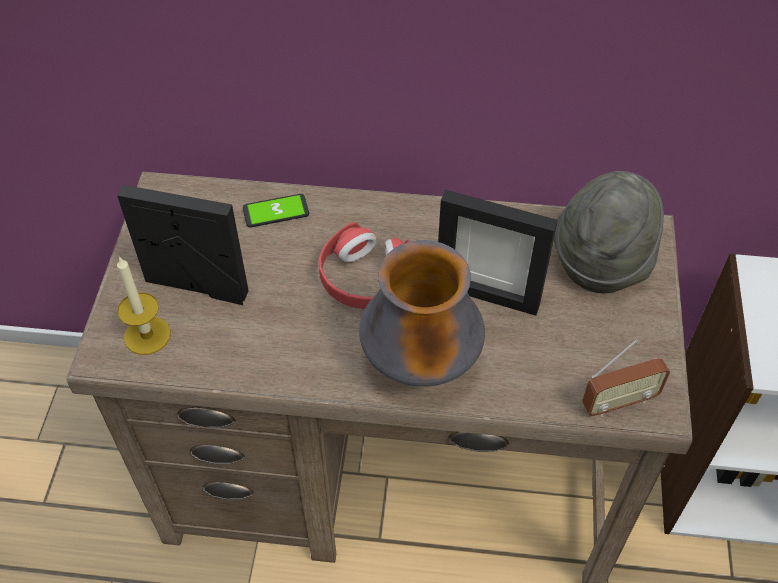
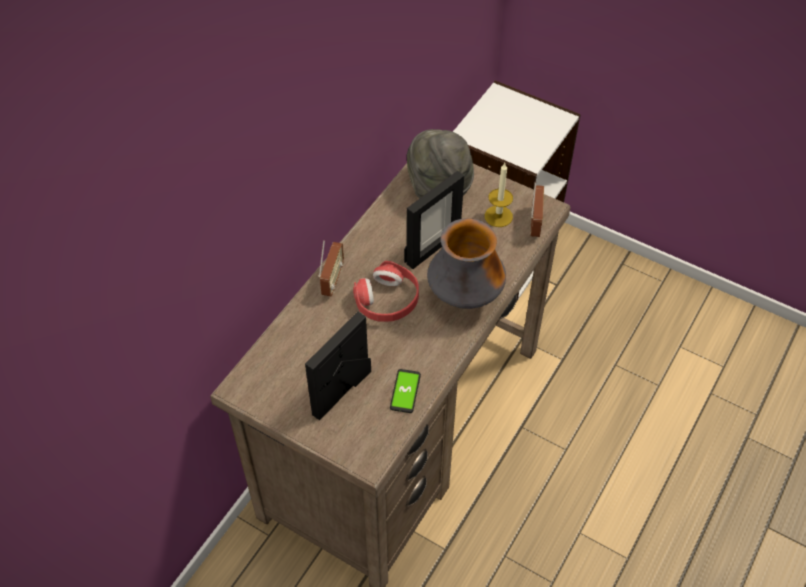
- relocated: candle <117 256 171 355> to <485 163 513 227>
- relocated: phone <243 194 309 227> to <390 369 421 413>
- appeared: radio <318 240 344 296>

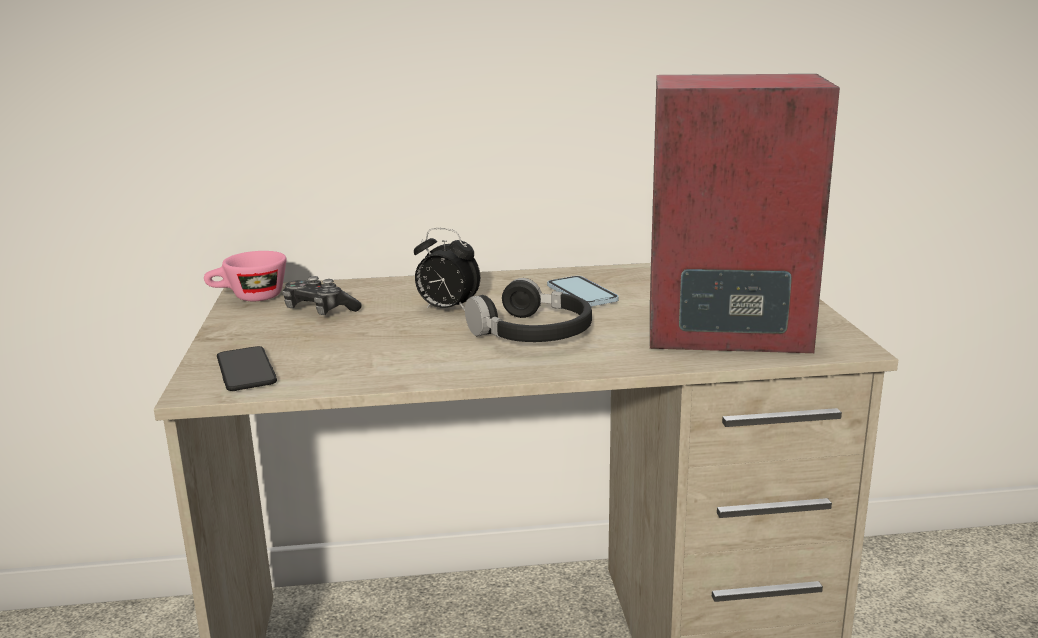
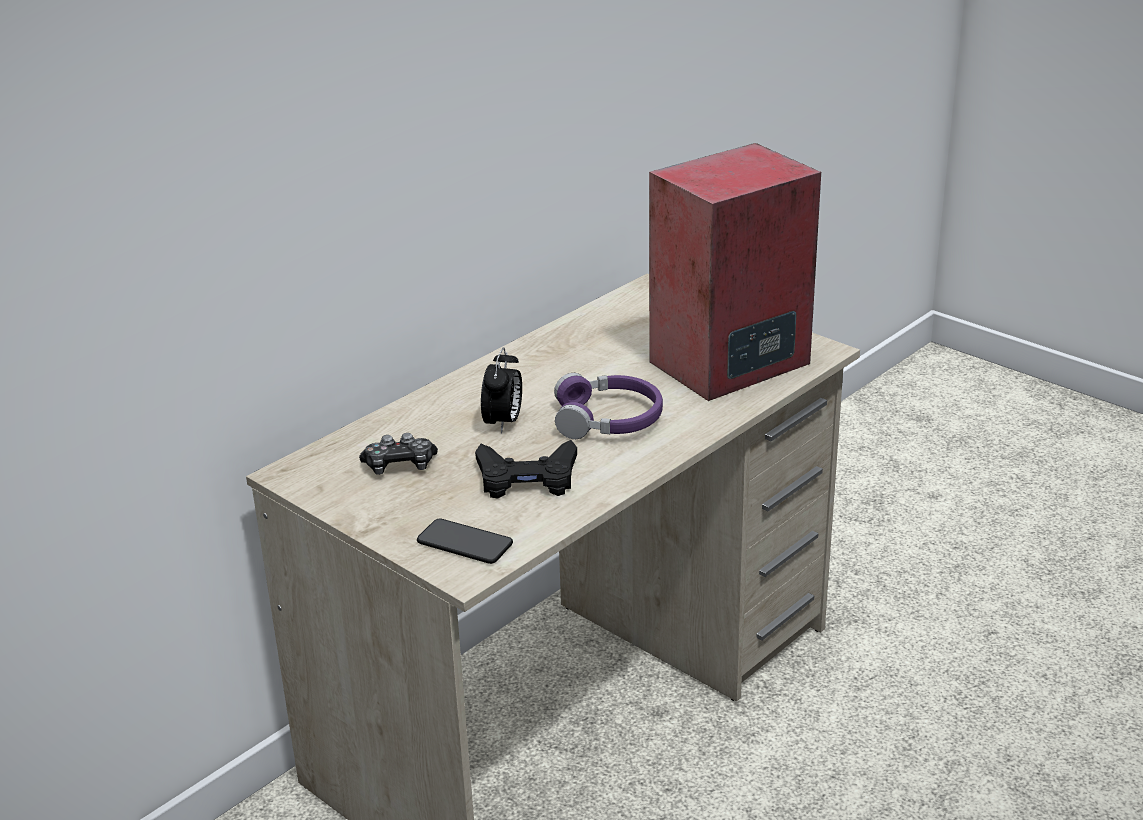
- missing: pink cup <204 251 286 301>
- spun: alarm clock <414 228 480 311> = <481 347 522 434> 60 degrees counterclockwise
- colour: black headphones <465 278 592 342> to purple headphones <554 373 663 439>
- missing: phone <547 276 619 307>
- appeared: black game controller <475 440 577 499>

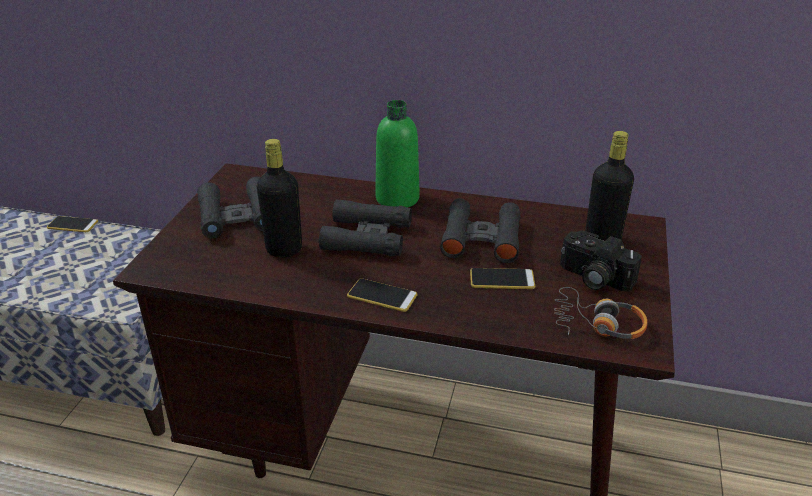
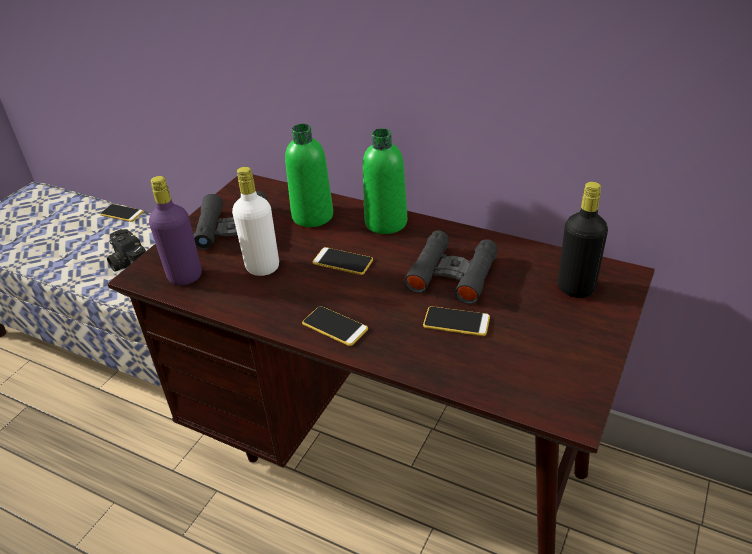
- colour: black bottle <257 139 302 257> to white bottle <232 167 279 276>
- exchanged: black binoculars <319 199 412 256> to phone <313 247 373 275>
- missing: headphones <554 287 647 339>
- relocated: photo camera <560 231 642 292> to <107 229 146 272>
- appeared: purple bottle <149 176 202 285>
- appeared: green bottle <285 124 333 227>

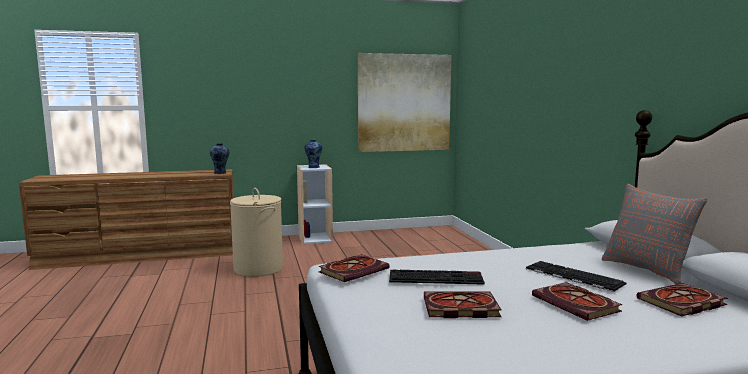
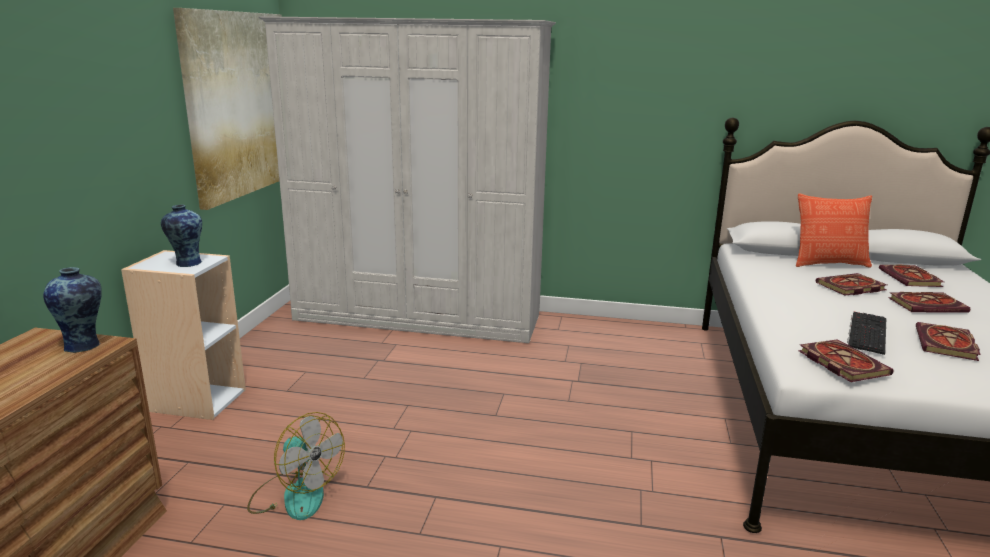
- exchanged: beige laundry basket <230 188 283 277> to fan <247 412 345 520>
- exchanged: keyboard <526 261 627 292> to book <816 273 887 296>
- colour: grey pillow <602 184 707 284> to orange pillow <796 193 872 268>
- appeared: white wardrobe <259 16 556 343>

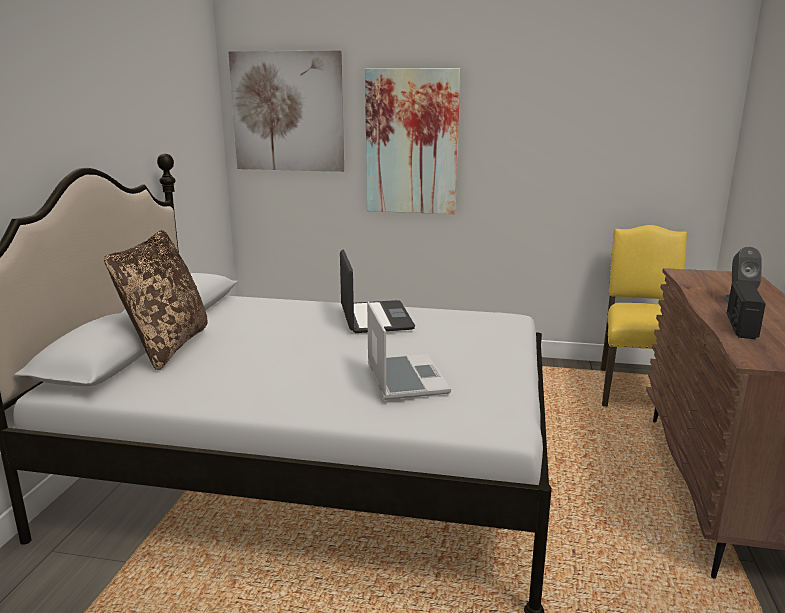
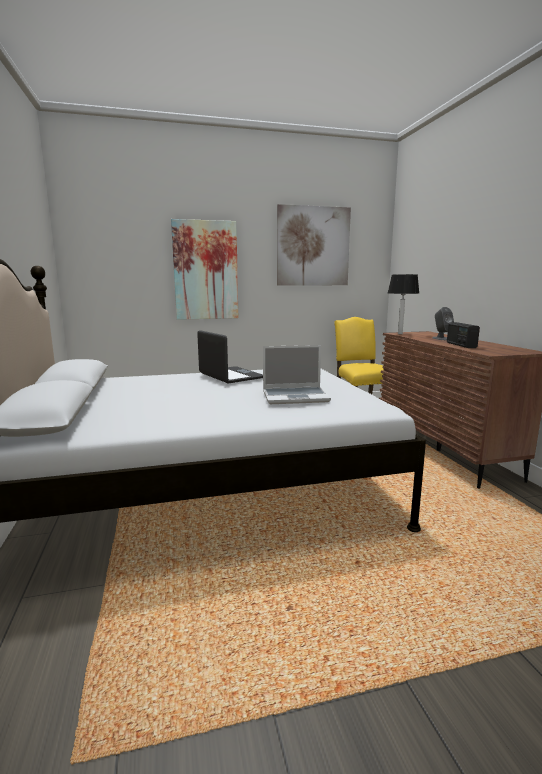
- missing: brown pillow <103 230 208 370>
- relocated: picture <228 50 344 172> to <277 204 351 286>
- spun: laptop <367 301 451 400> = <263 345 331 404> 120 degrees clockwise
- appeared: table lamp <388 274 419 334>

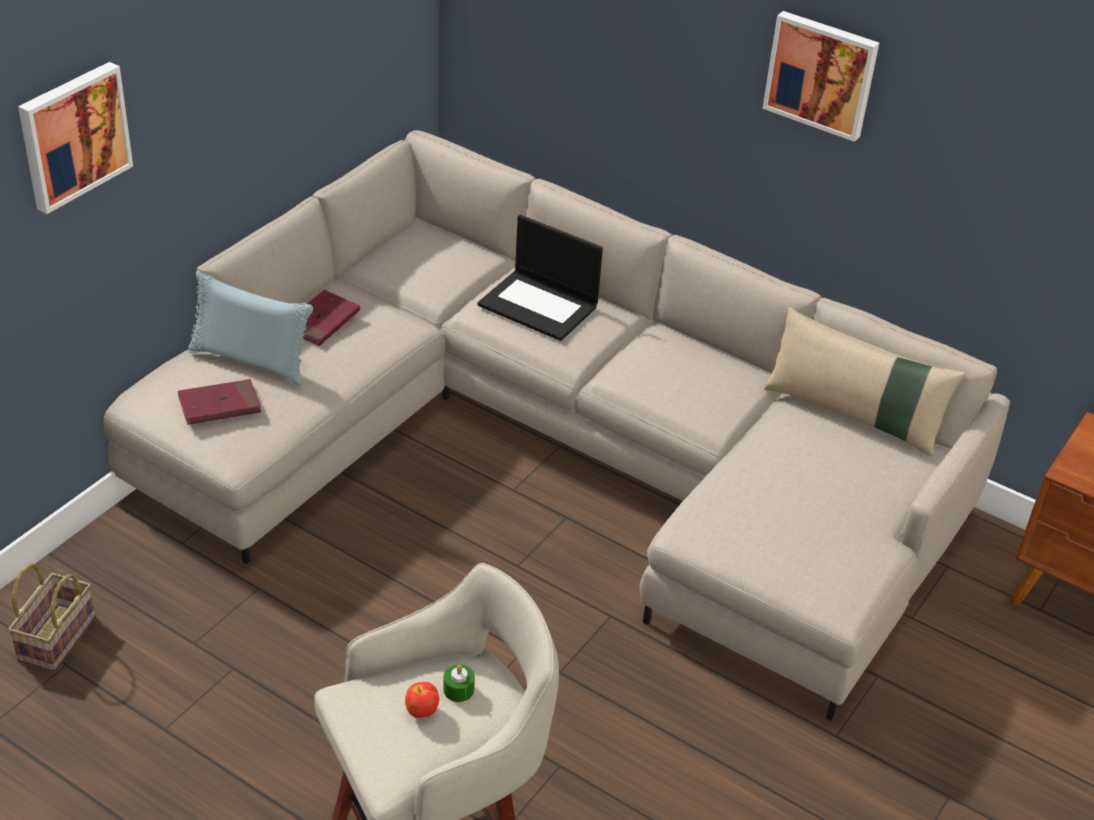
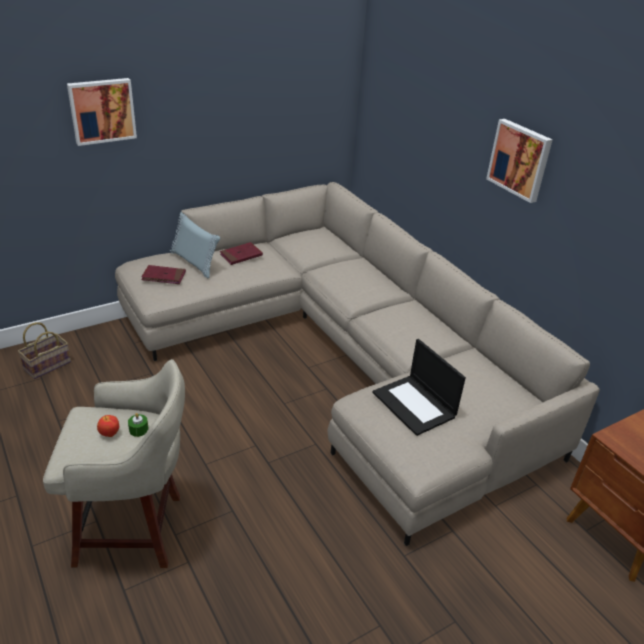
- relocated: laptop <477 215 603 341> to <372 339 466 436>
- missing: beige pillow <764 307 966 457>

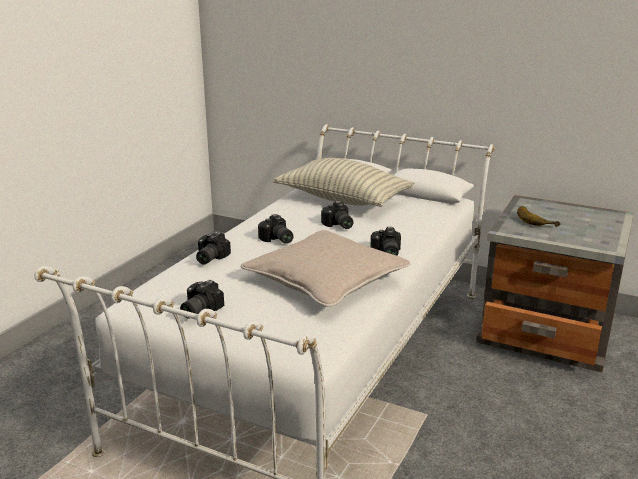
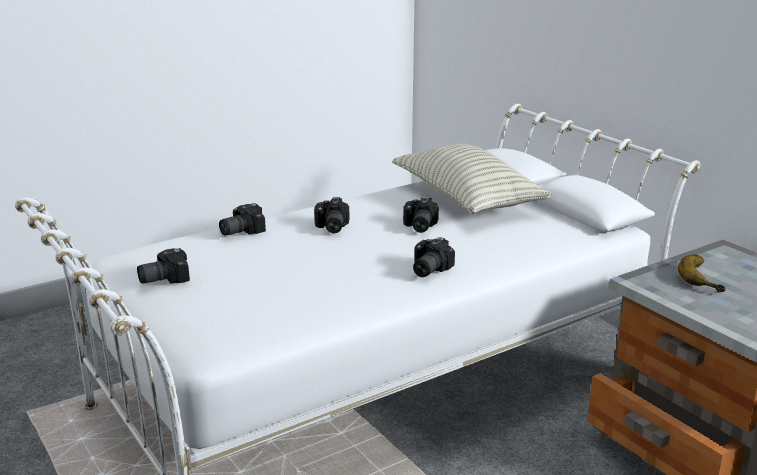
- missing: beige pillow <241 230 411 307>

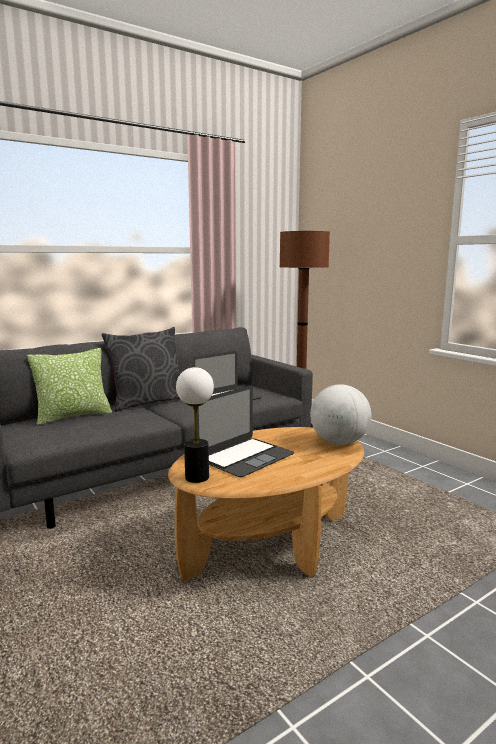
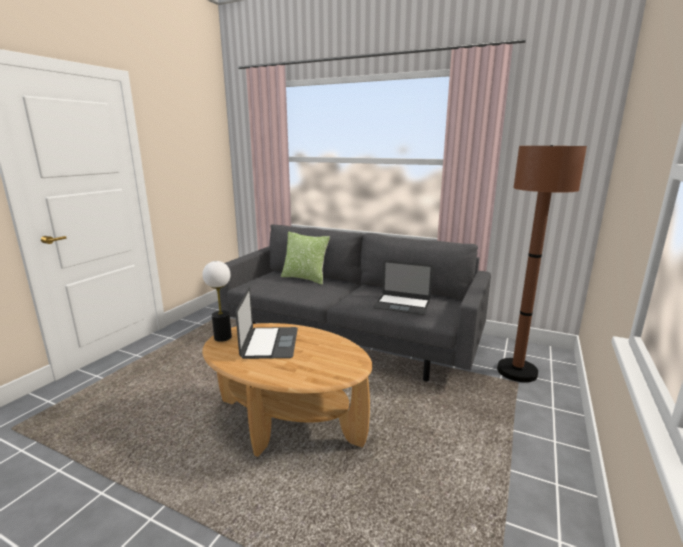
- missing: grey pillow <102 327 180 412>
- spun: laptop <197 385 294 477> = <236 287 298 359> 105 degrees counterclockwise
- missing: globe <310 384 371 445>

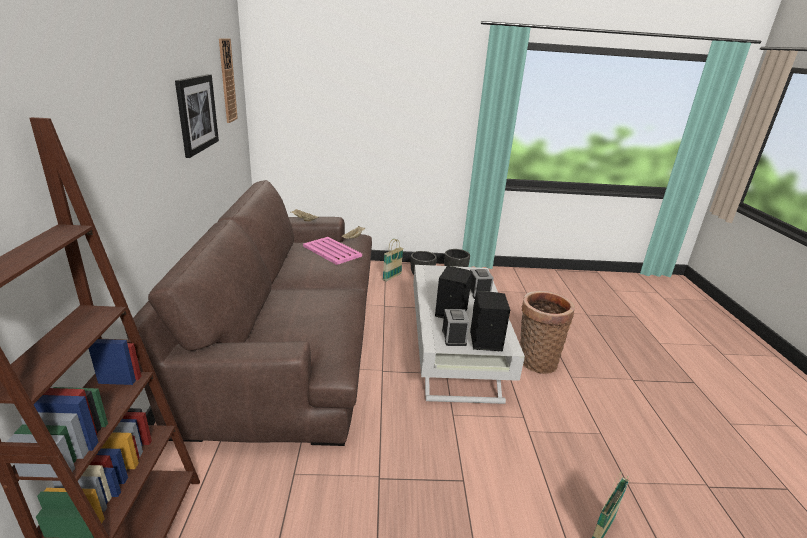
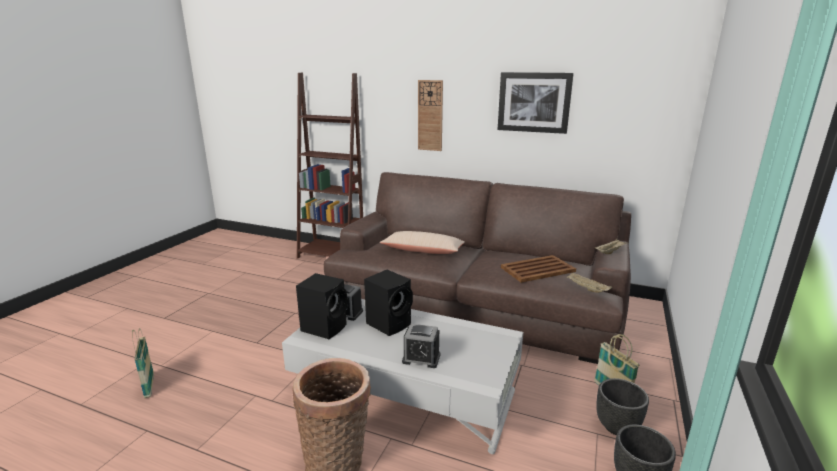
- relocated: wall clock <219 39 238 123> to <418 80 443 151>
- colour: pink tray <303 237 362 265> to brown tray <501 255 576 283>
- appeared: beige pillow <379 231 465 254>

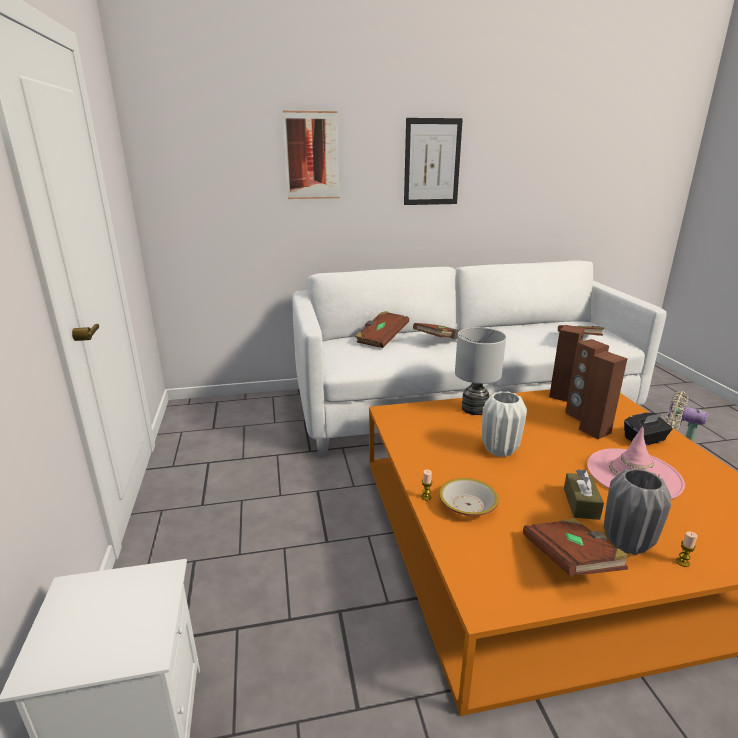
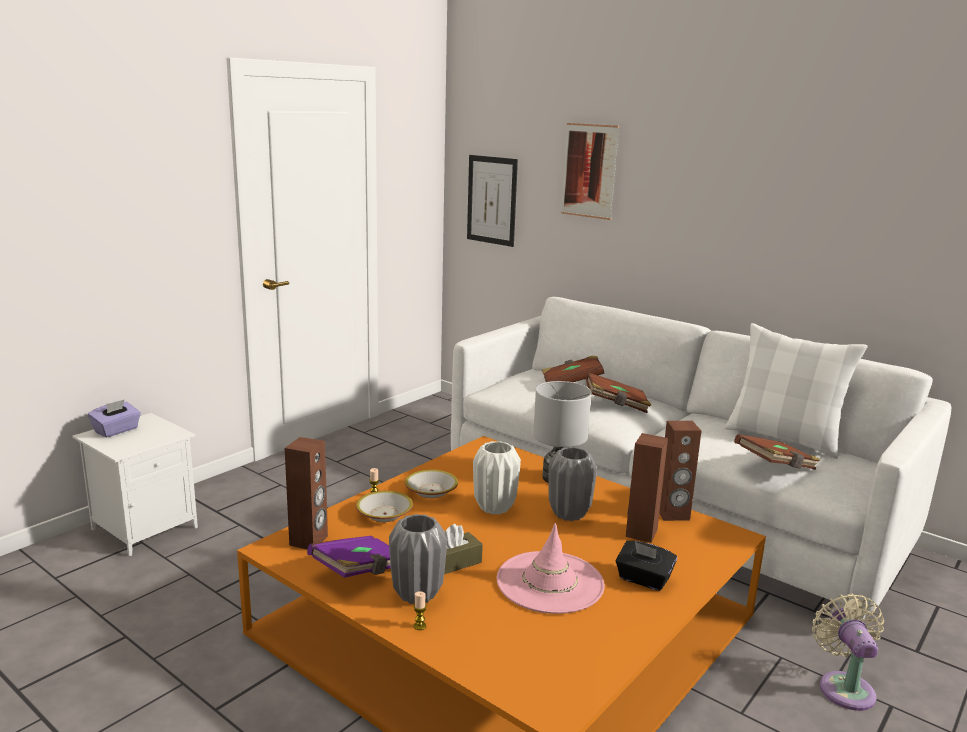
- relocated: picture <404 118 463 205> to <467 155 518 247>
- colour: brown book <523 518 630 576> to purple book <307 536 391 578>
- relocated: brown speaker <579 351 628 439> to <285 437 328 549>
- appeared: purple tissue box <88 399 141 438>
- appeared: bowl <405 470 458 498>
- appeared: grey vase <548 447 597 521>
- appeared: white pillow <724 323 868 459>

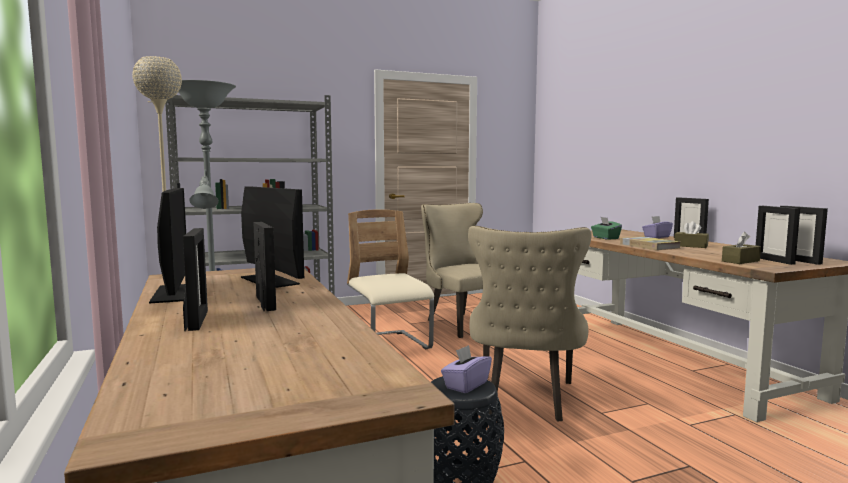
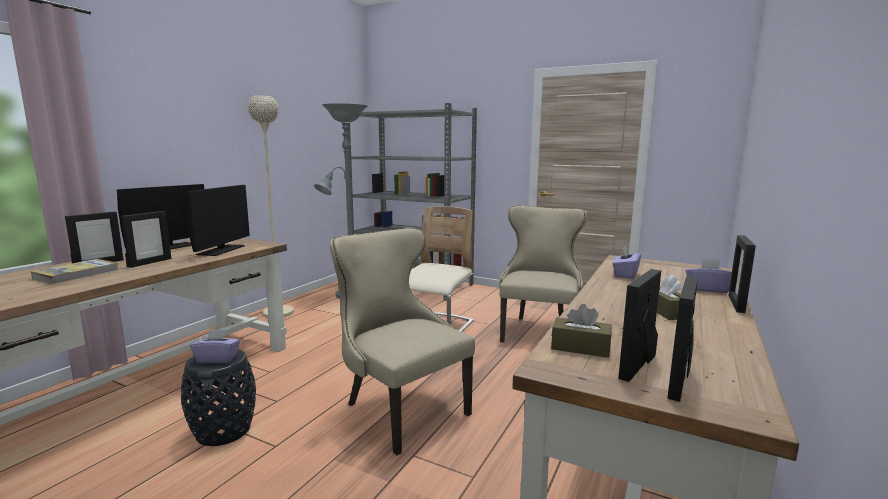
- spun: beige chair <468 226 592 421> = <330 228 475 455> 75 degrees clockwise
- colour: green tissue box <591 217 622 240> to purple tissue box <612 246 641 279>
- relocated: book <620 236 680 250> to <31 259 118 285>

